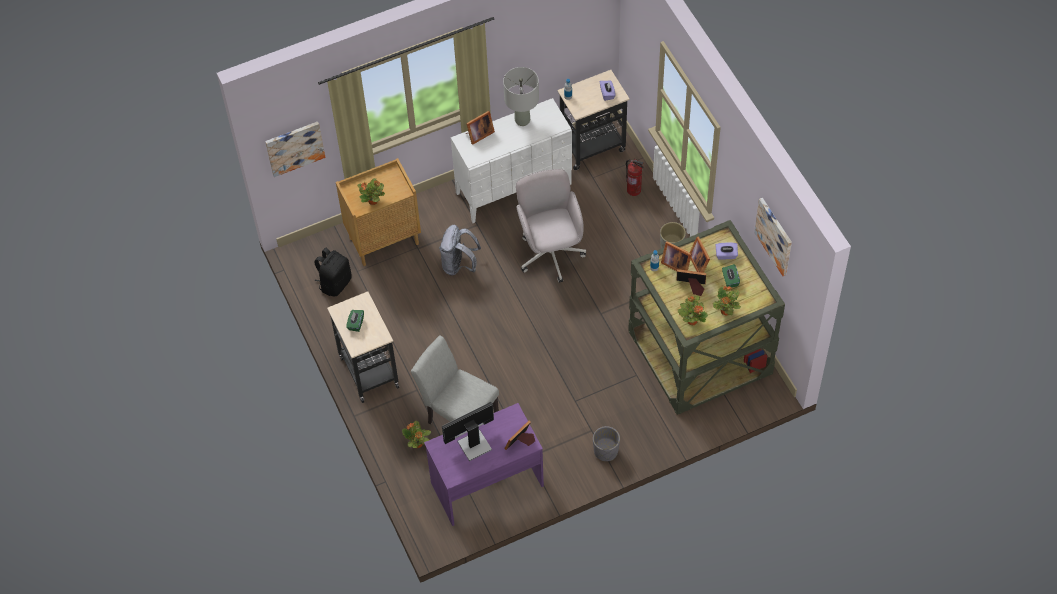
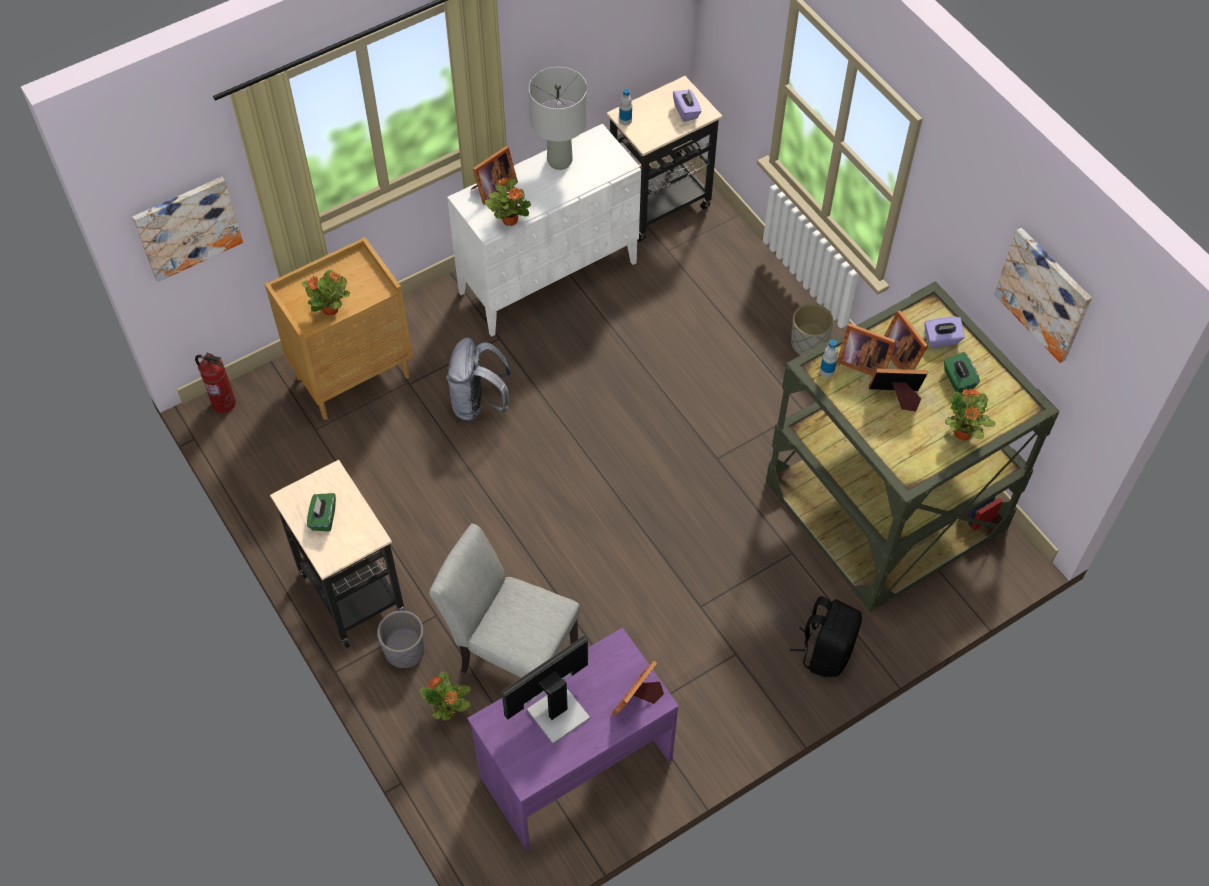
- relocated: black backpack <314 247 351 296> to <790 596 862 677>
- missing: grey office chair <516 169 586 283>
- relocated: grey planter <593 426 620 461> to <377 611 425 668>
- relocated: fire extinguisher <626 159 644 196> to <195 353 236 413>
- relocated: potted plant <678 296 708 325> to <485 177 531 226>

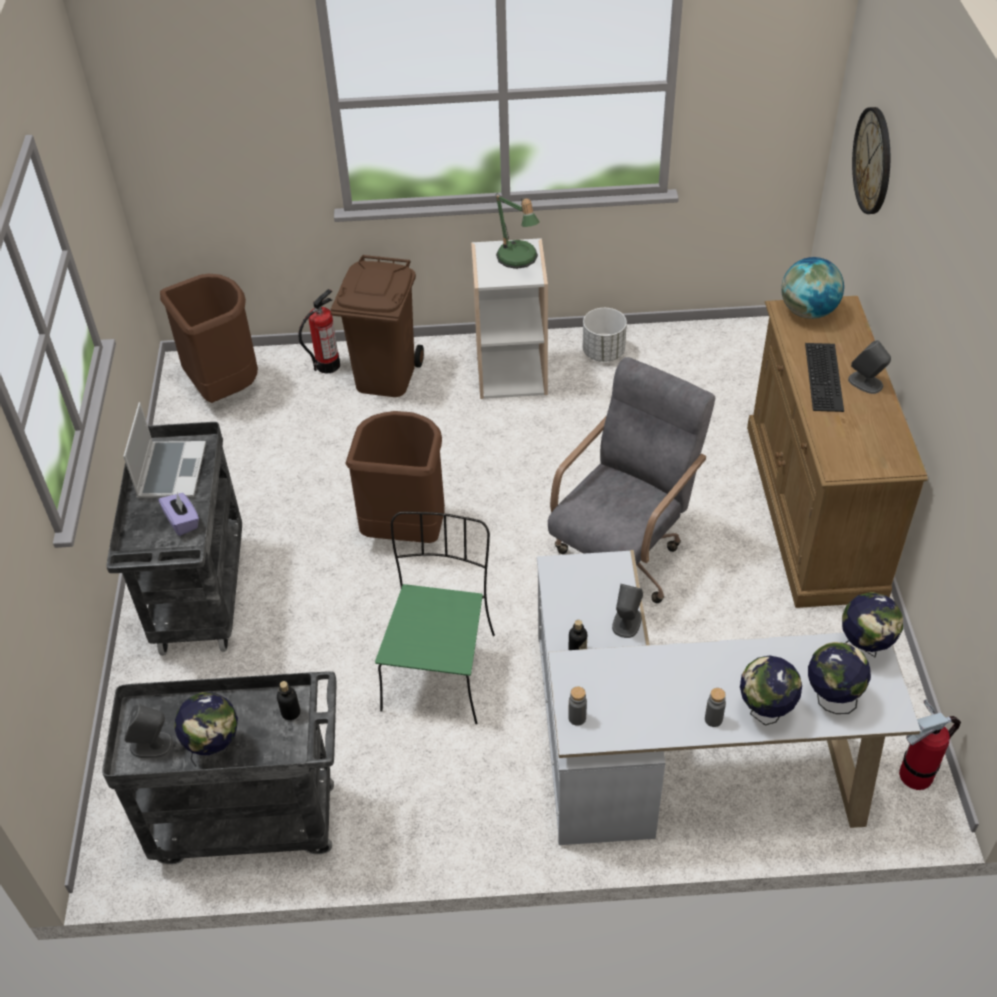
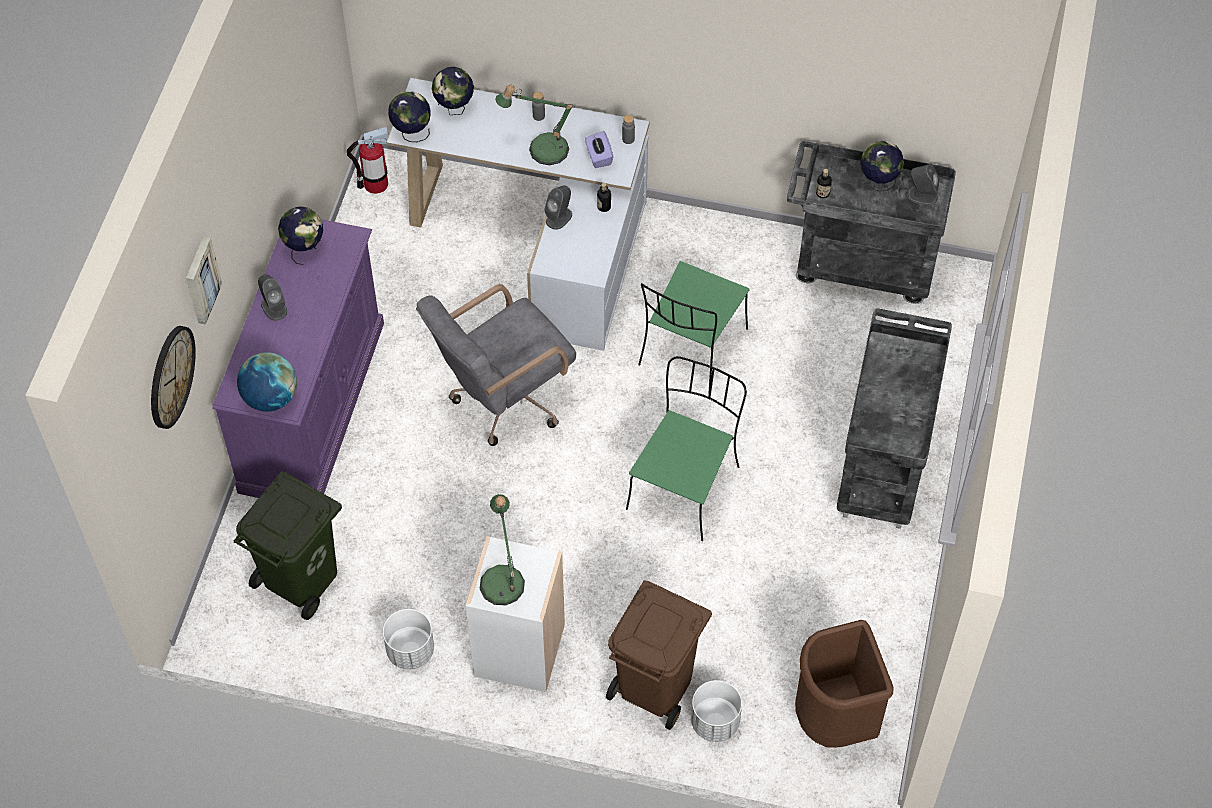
- missing: laptop <123 402 206 498>
- relocated: purple tissue box <158 492 199 536> to <585 131 613 168>
- exchanged: fire extinguisher <298 289 340 373> to white planter <691 680 742 742>
- exchanged: brown trash can <345 411 445 543> to green chair <626 356 747 541>
- relocated: globe <740 655 802 725> to <278 207 323 265>
- colour: brown cabinet <747 296 928 608> to purple cabinet <212 219 384 498>
- missing: keyboard <805 343 844 412>
- appeared: picture <186 237 222 325>
- appeared: green trash can <234 471 342 620>
- appeared: table lamp <495 85 575 165>

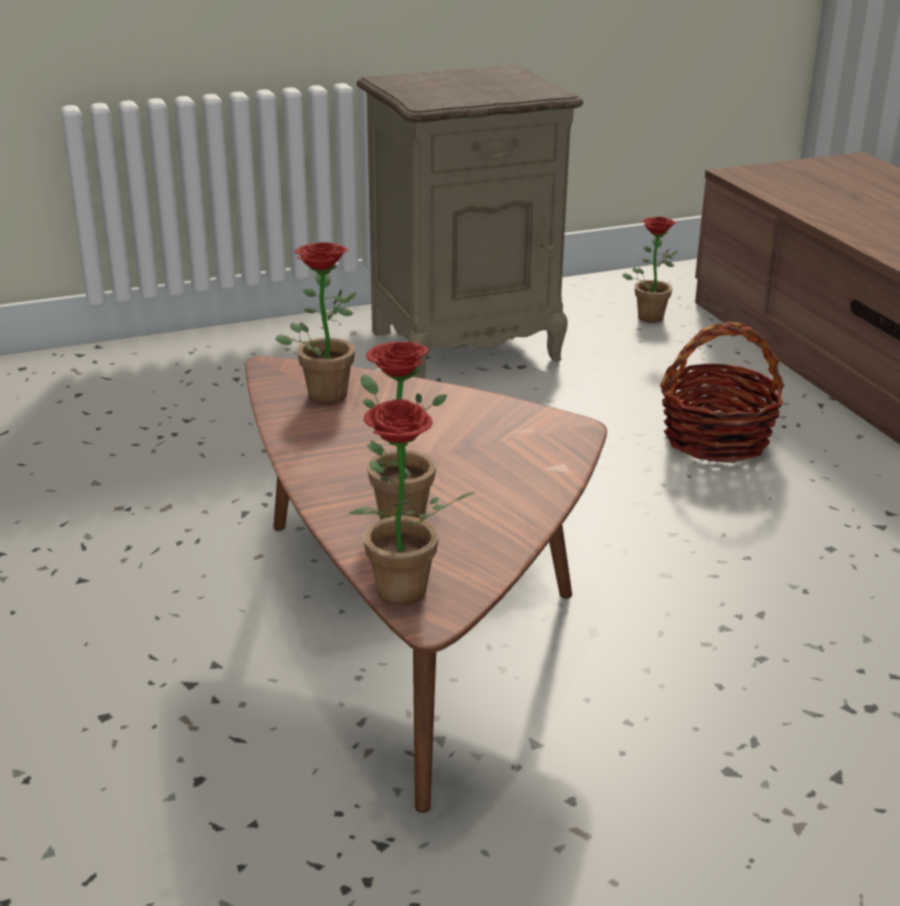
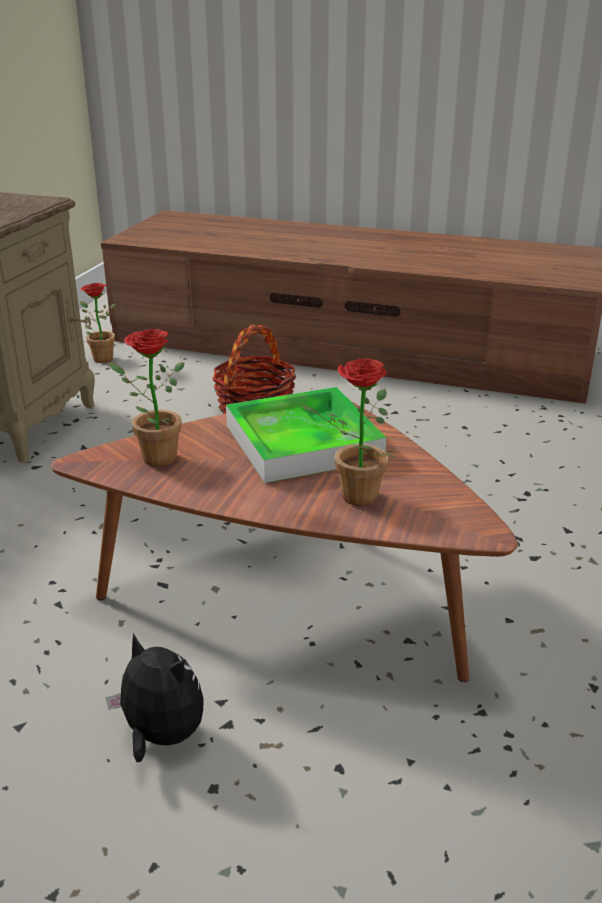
- missing: potted plant <349 399 475 605>
- appeared: plush toy <106 633 204 762>
- appeared: tray <226 387 386 483>

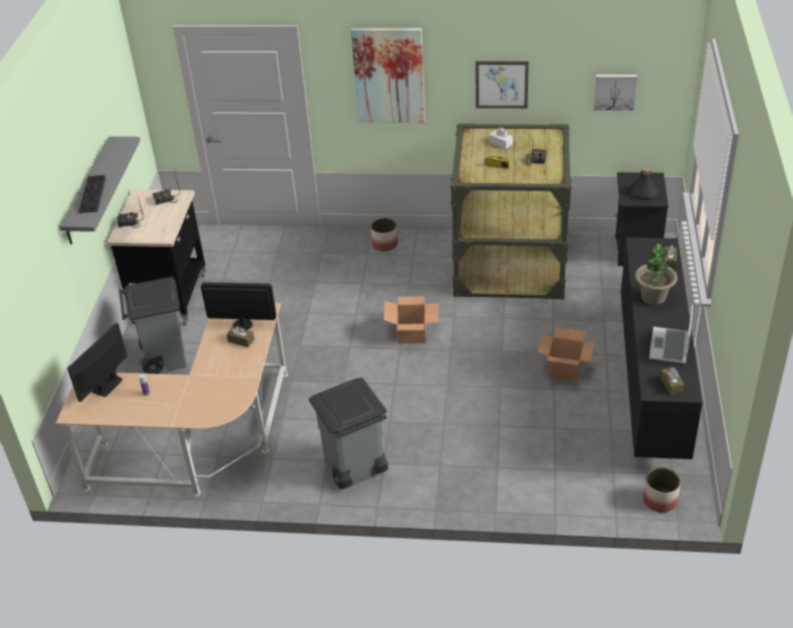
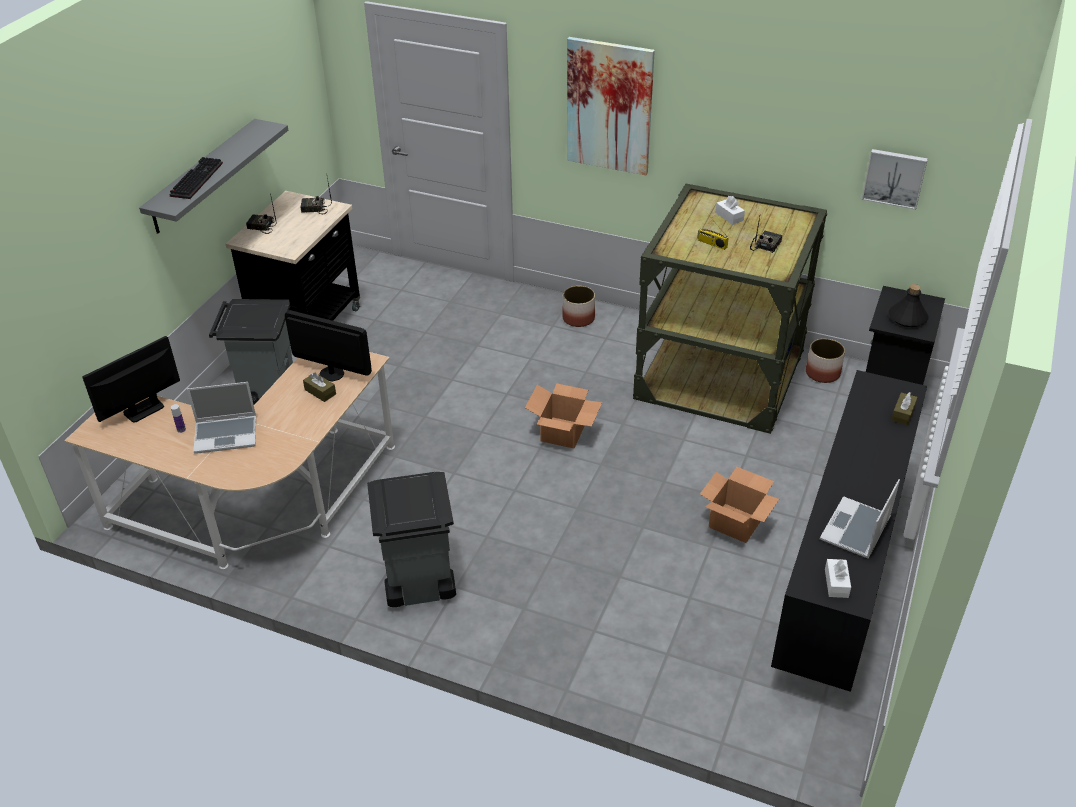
- missing: picture <475 61 529 108>
- missing: potted plant <635 243 677 305>
- relocated: planter <643 467 681 513> to <806 338 845 383>
- colour: brown tissue box <660 367 684 395> to white tissue box <825 559 851 598>
- appeared: laptop <187 382 256 454>

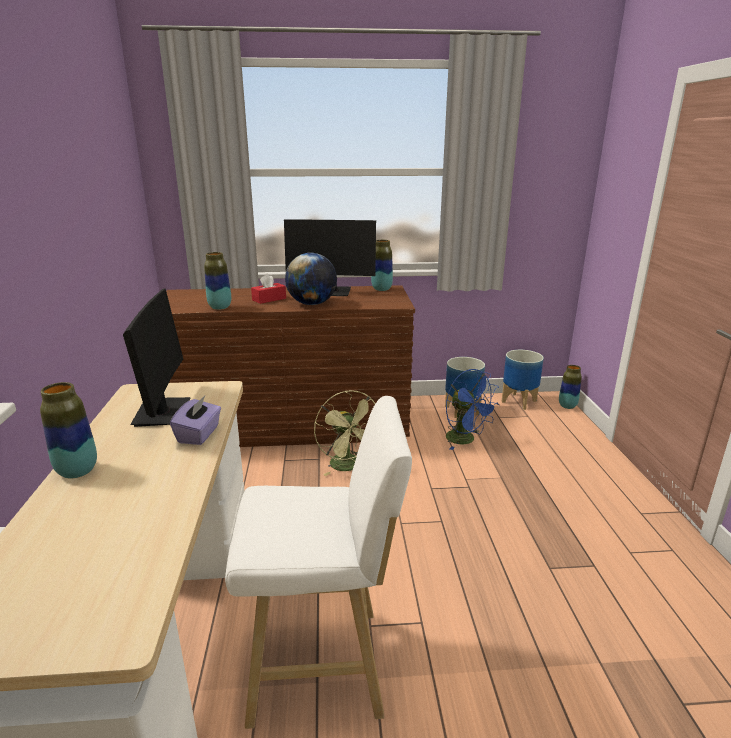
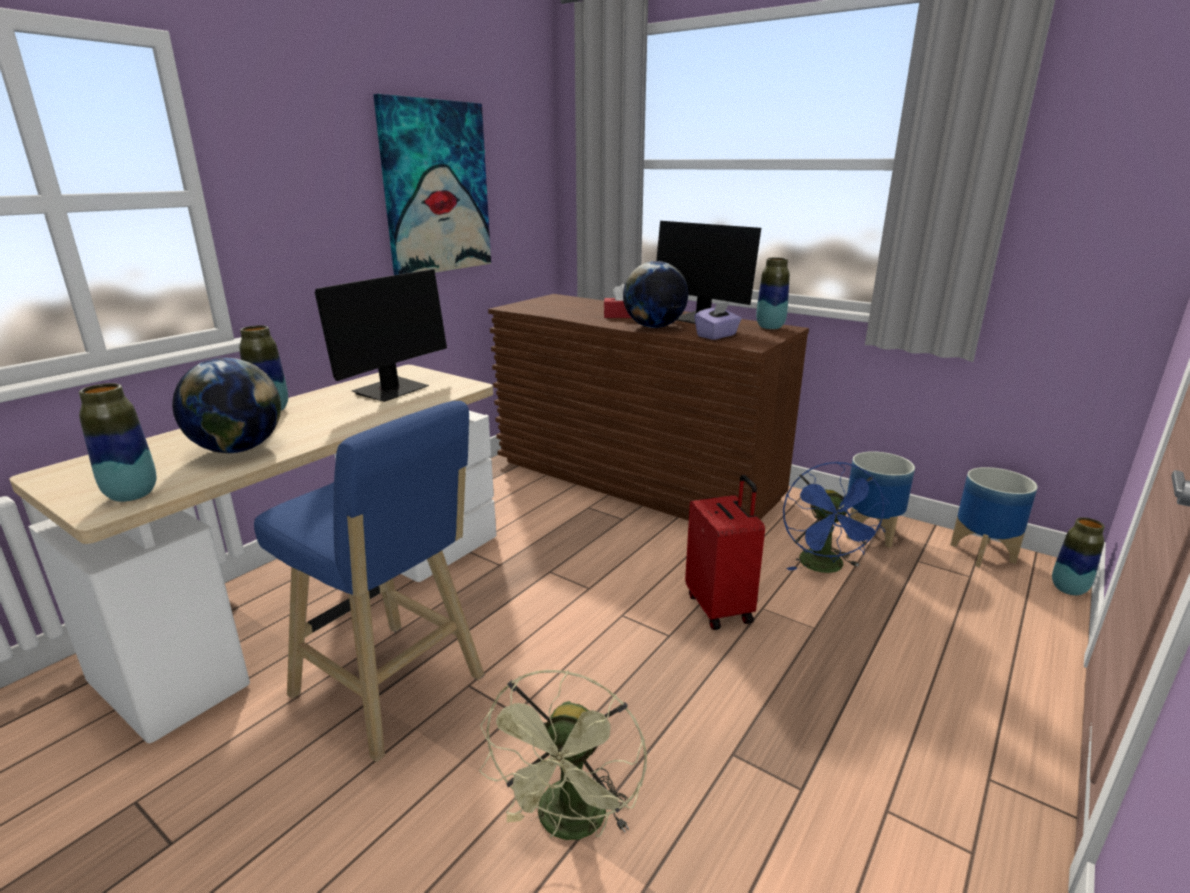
- relocated: purple tissue box <170 396 221 445> to <694 302 741 340>
- relocated: vase <204 252 231 310> to <79 383 157 502>
- colour: white stool <225 396 412 729> to blue stool <254 401 484 762>
- relocated: green fan <314 390 375 476> to <479 670 647 840>
- appeared: globe <172 358 281 453>
- appeared: picture <373 94 491 275>
- appeared: red suitcase <685 475 765 630>

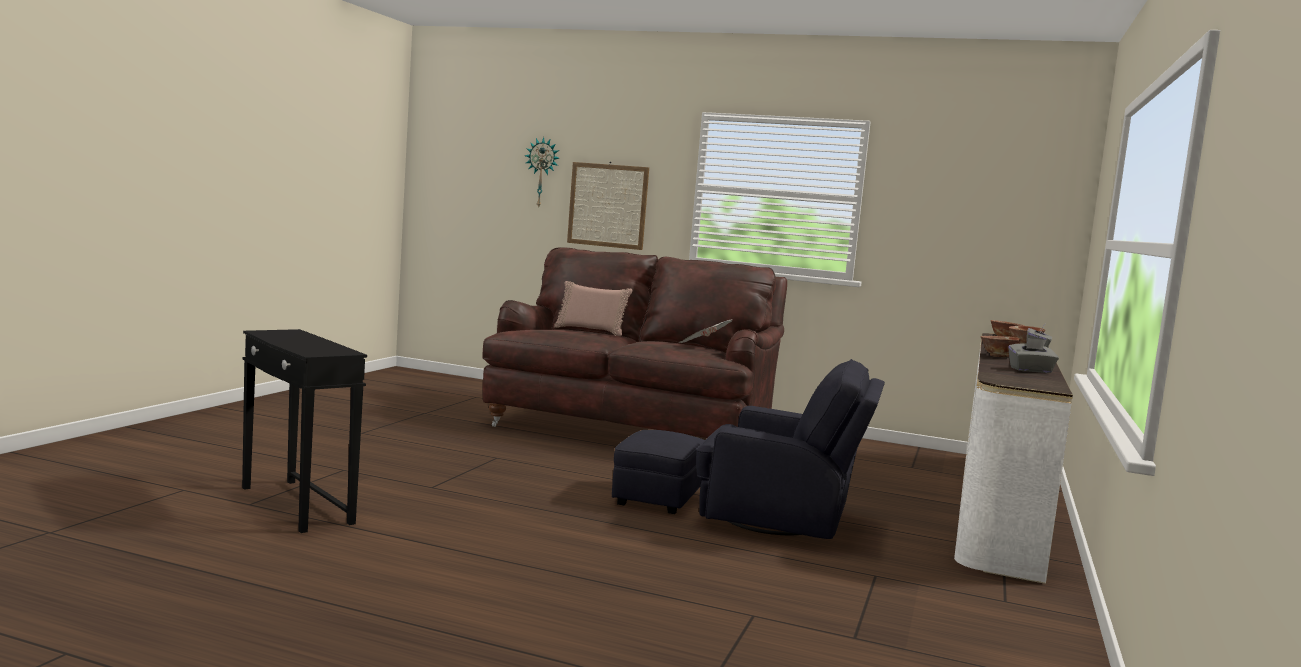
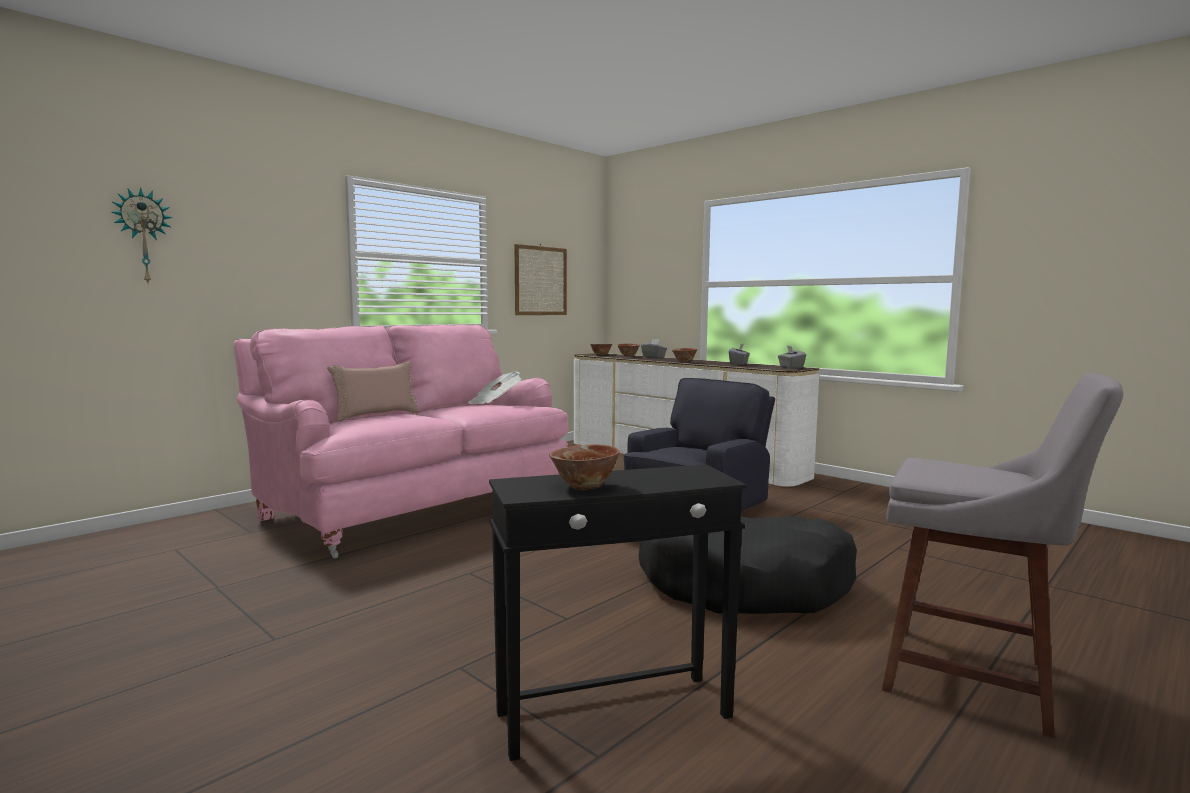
- colour: brown sofa <482 247 787 438> to pink sofa <234 325 568 559>
- relocated: picture <567 162 649 250> to <514 244 567 315>
- appeared: bowl <549 444 620 490>
- appeared: black dog bed <639 516 857 614>
- appeared: grey tissue box <778 346 806 368>
- appeared: grey stool <882 373 1123 738>

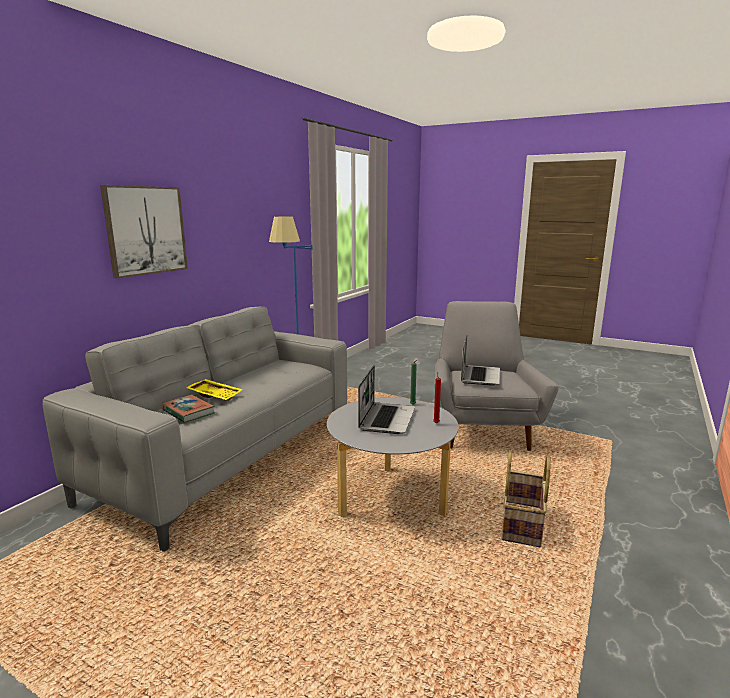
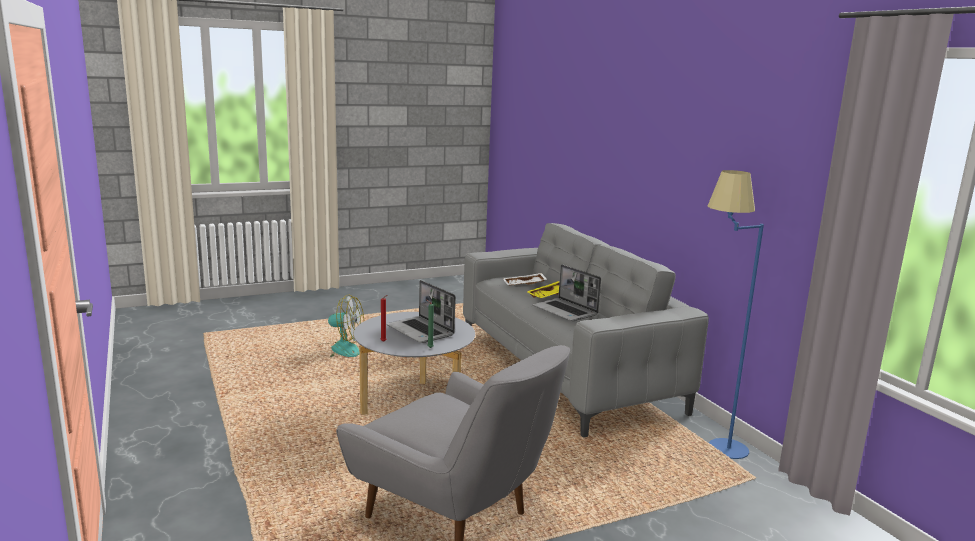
- missing: picture <100 185 188 279>
- exchanged: book <161 395 215 423> to white tray <503 273 547 286>
- relocated: laptop <461 335 500 386> to <532 264 601 321>
- missing: basket <502 450 551 547>
- appeared: fan <319 295 364 357>

